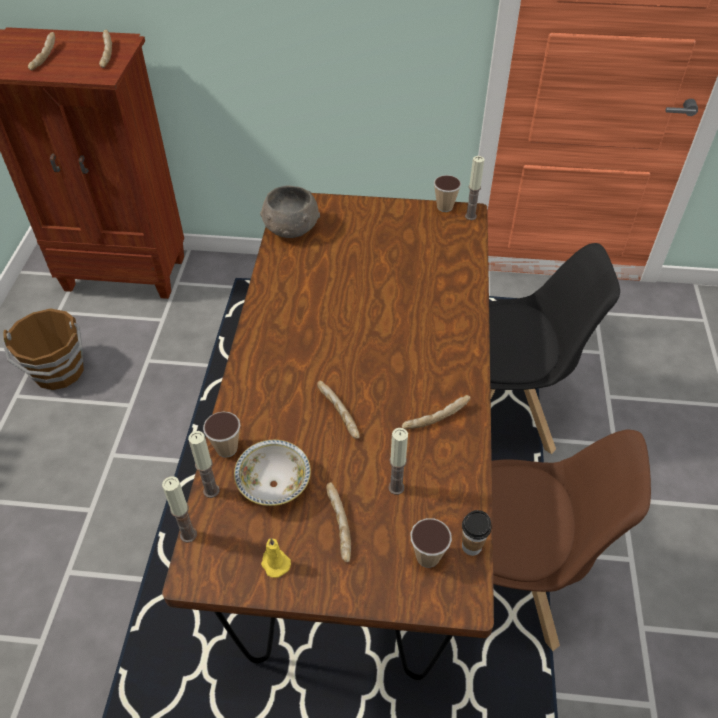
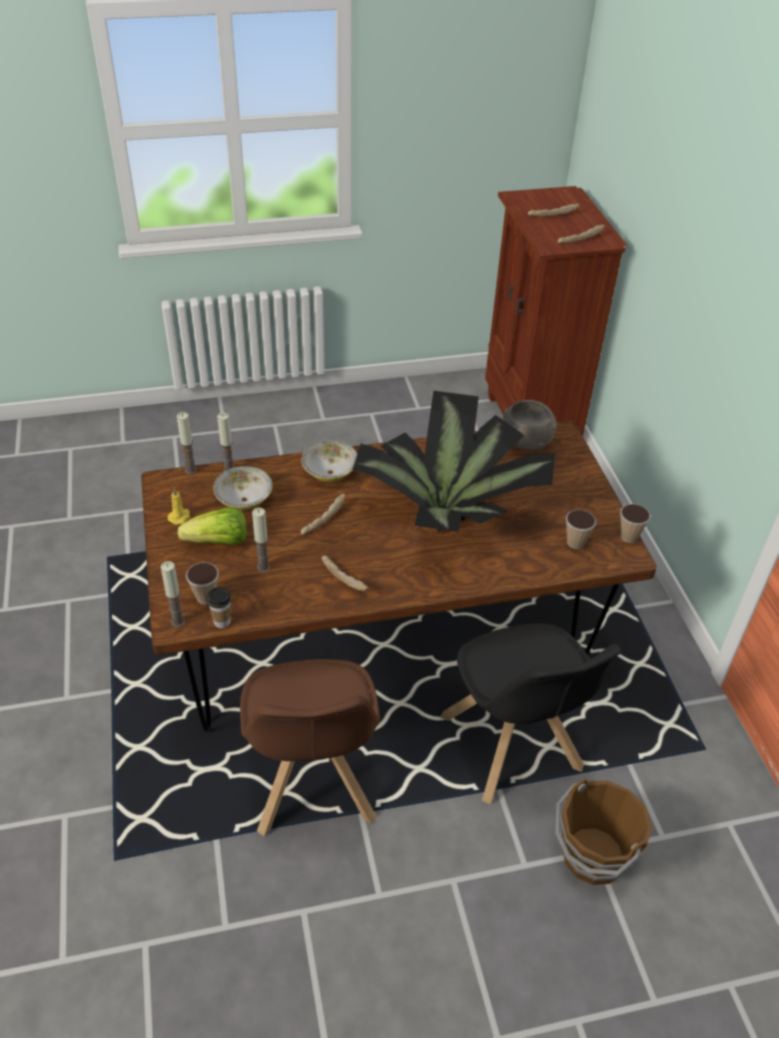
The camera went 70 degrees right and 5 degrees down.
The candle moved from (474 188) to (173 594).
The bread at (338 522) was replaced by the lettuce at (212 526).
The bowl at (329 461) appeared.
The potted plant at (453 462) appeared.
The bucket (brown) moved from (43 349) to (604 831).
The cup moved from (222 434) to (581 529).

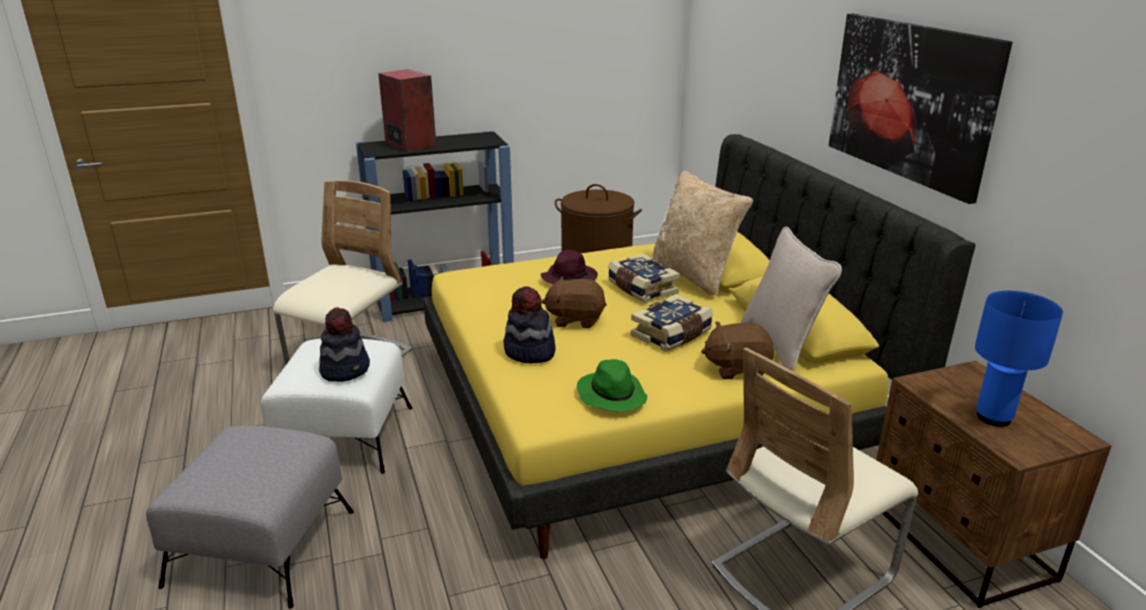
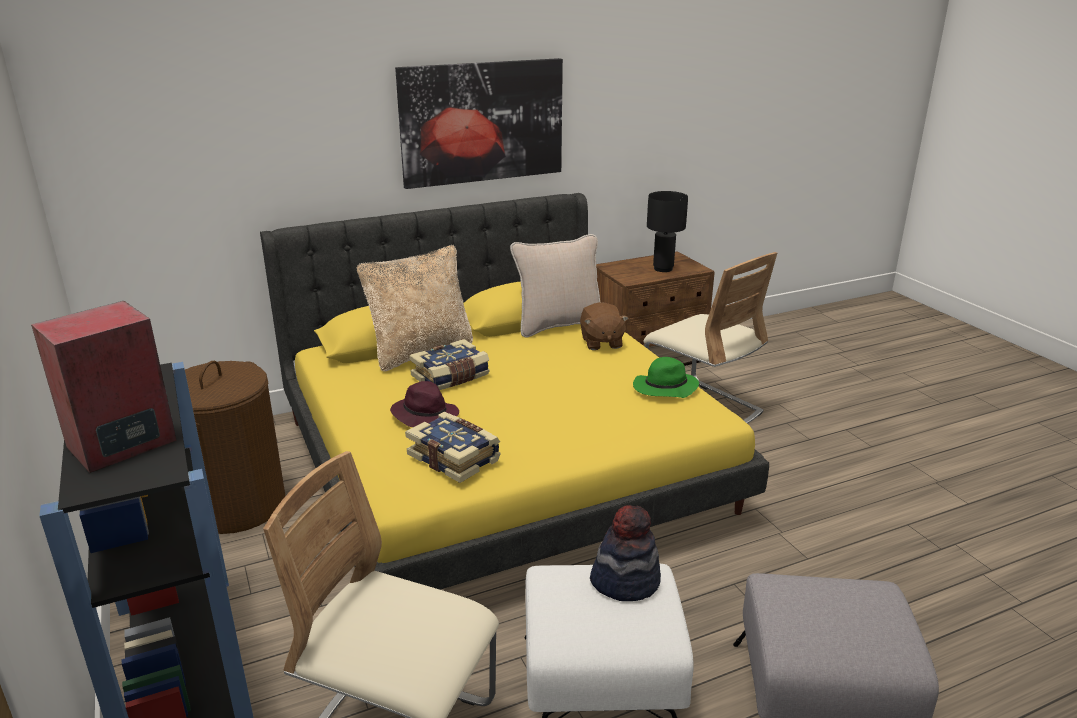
The camera went 95 degrees left and 0 degrees up.
The book moved from (672 323) to (453 447).
The table lamp (blue) at (1019 359) became the table lamp (black) at (667 231).
The hat at (529 325) disappeared.
The plush toy (brown) at (574 302) disappeared.

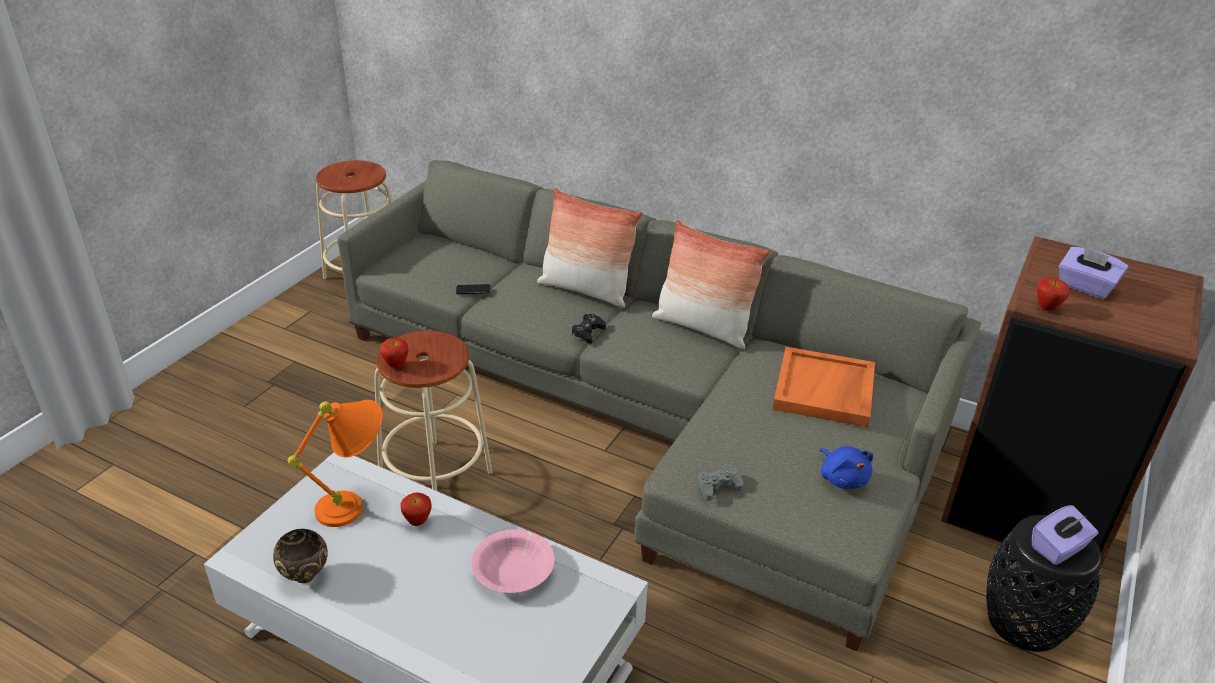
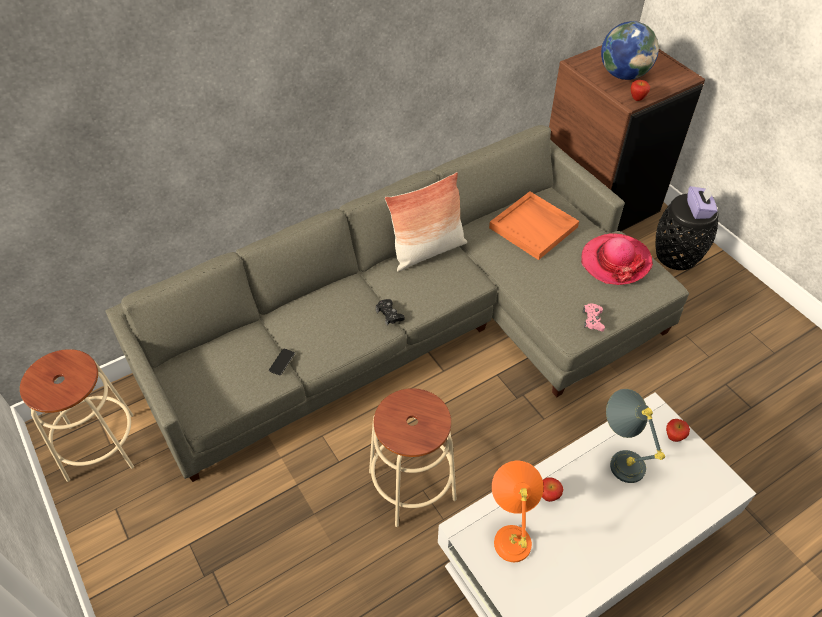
The camera went 60 degrees left and 15 degrees up.
The plush toy (blue) at (846 467) was replaced by the hat at (617 259).
The game controller (grey) at (720 482) became the game controller (pink) at (594 317).
The tissue box (purple) at (1094 273) was replaced by the globe at (630 50).
The bowl (pink) at (513 561) was replaced by the table lamp (grey) at (635 436).
The apple moved from (394 353) to (678 430).
The bowl (brown) at (300 556) disappeared.
The pillow at (589 248) disappeared.

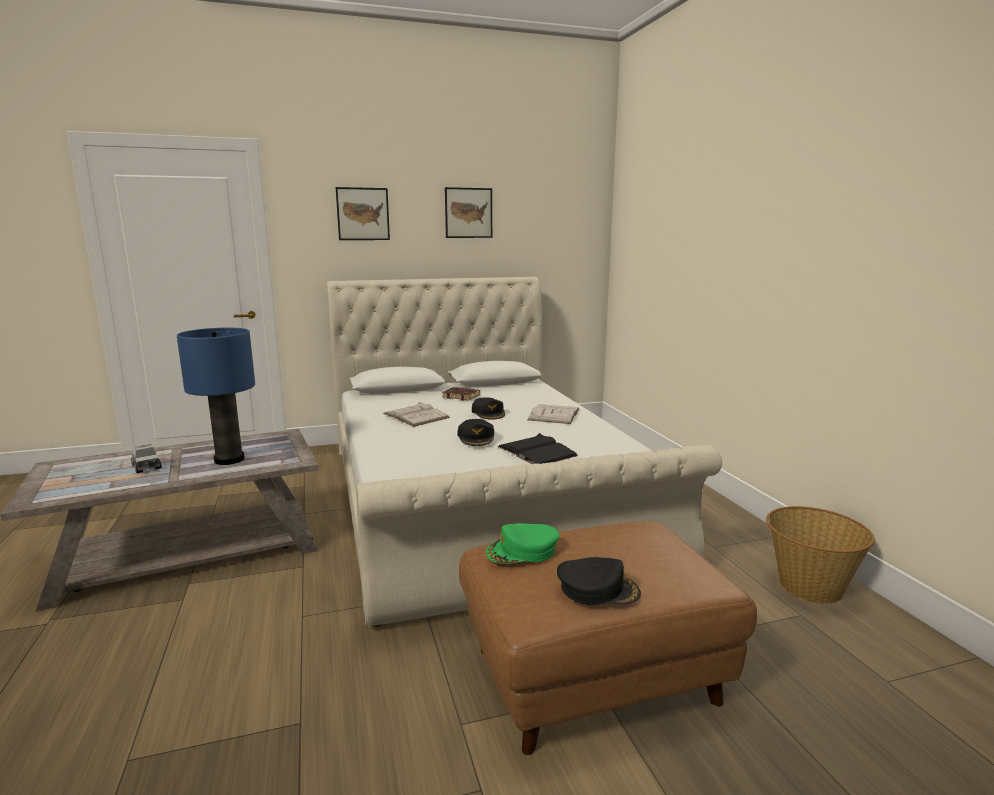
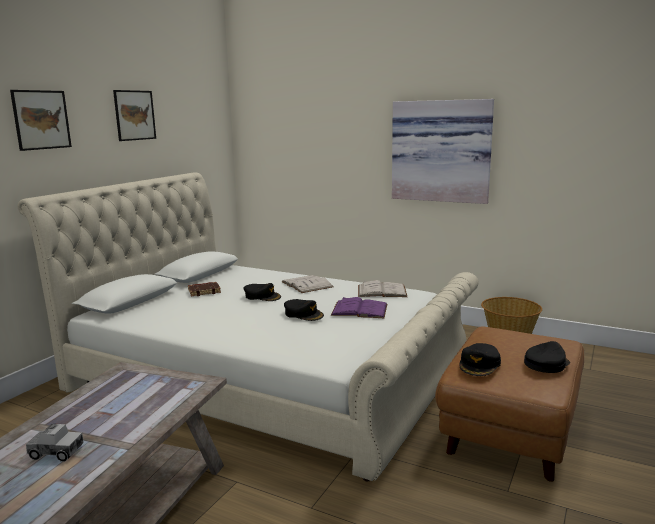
The camera went 45 degrees left and 0 degrees up.
The book (black) at (537 449) became the book (purple) at (359 307).
The book (white) moved from (416 414) to (382 288).
The picture at (443 151) appeared.
The cap (green) at (523 543) became the cap (black) at (480 359).
The table lamp (blue) at (216 396) disappeared.

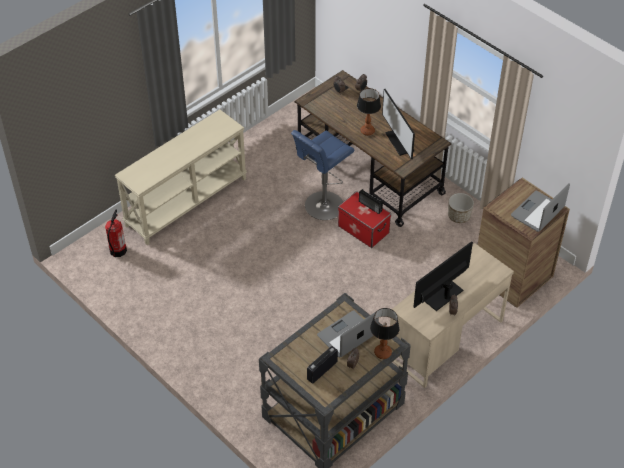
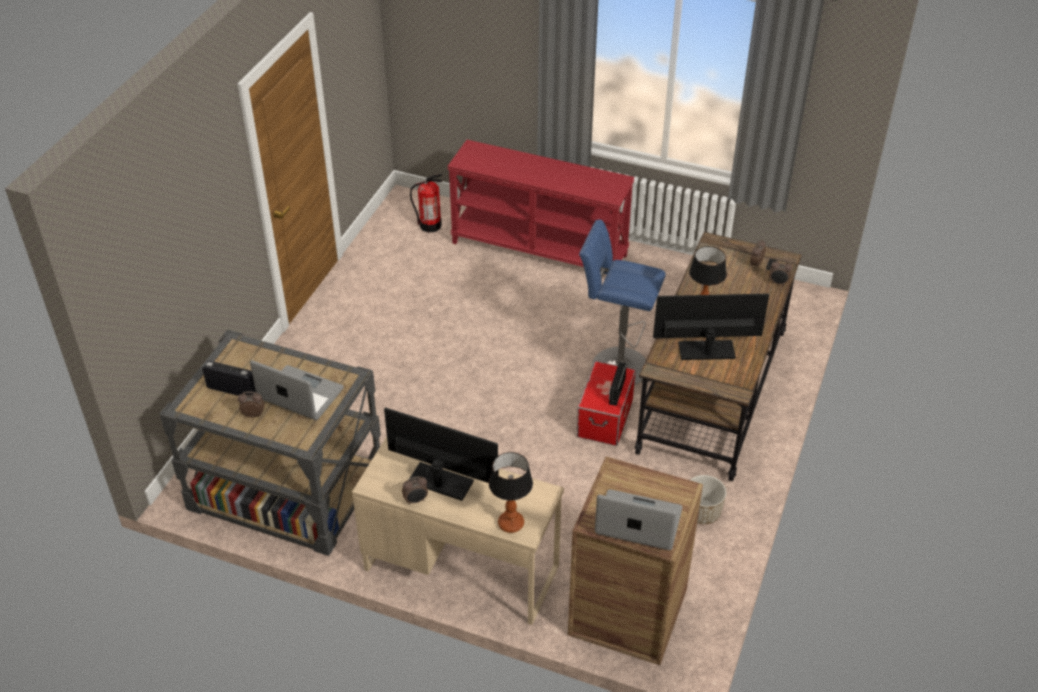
The camera went 65 degrees right and 5 degrees down.
The console table (beige) at (181 177) became the console table (red) at (541 203).
The table lamp moved from (385 333) to (511 492).
The monitor at (398 124) turned 45 degrees clockwise.

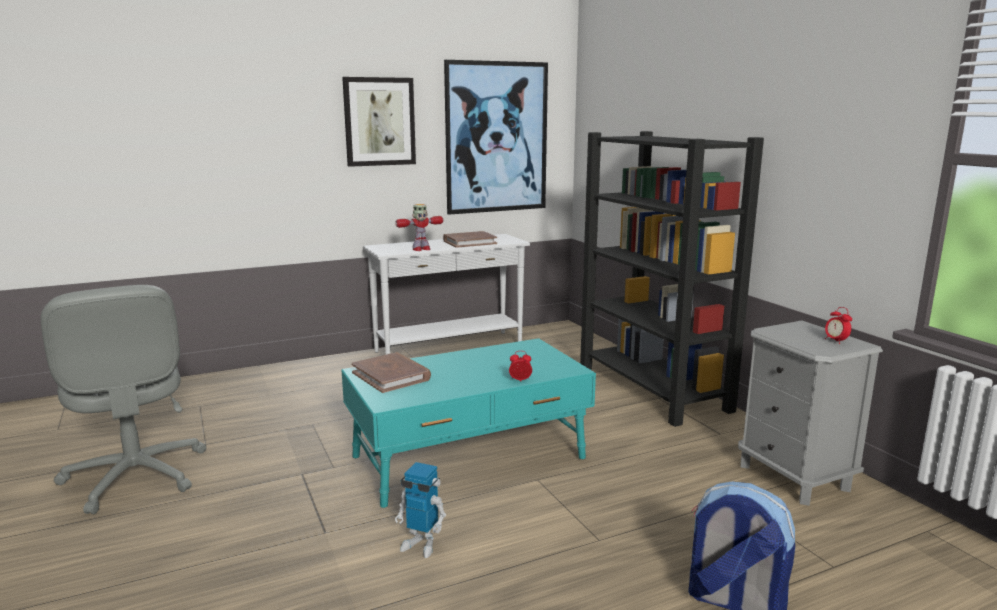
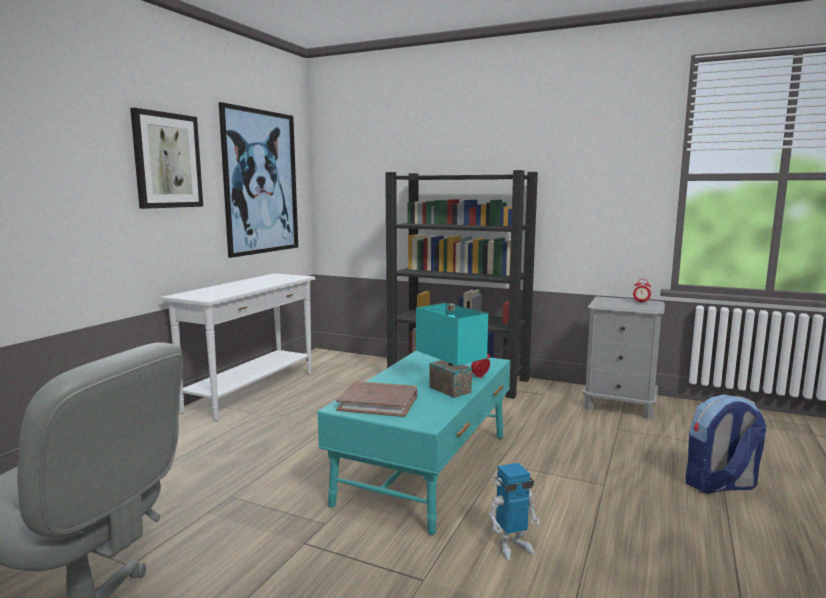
The camera went 40 degrees left and 5 degrees down.
The table lamp (turquoise) at (452 350) appeared.
The toy robot at (419 227) disappeared.
The book (brown) at (470 239) disappeared.

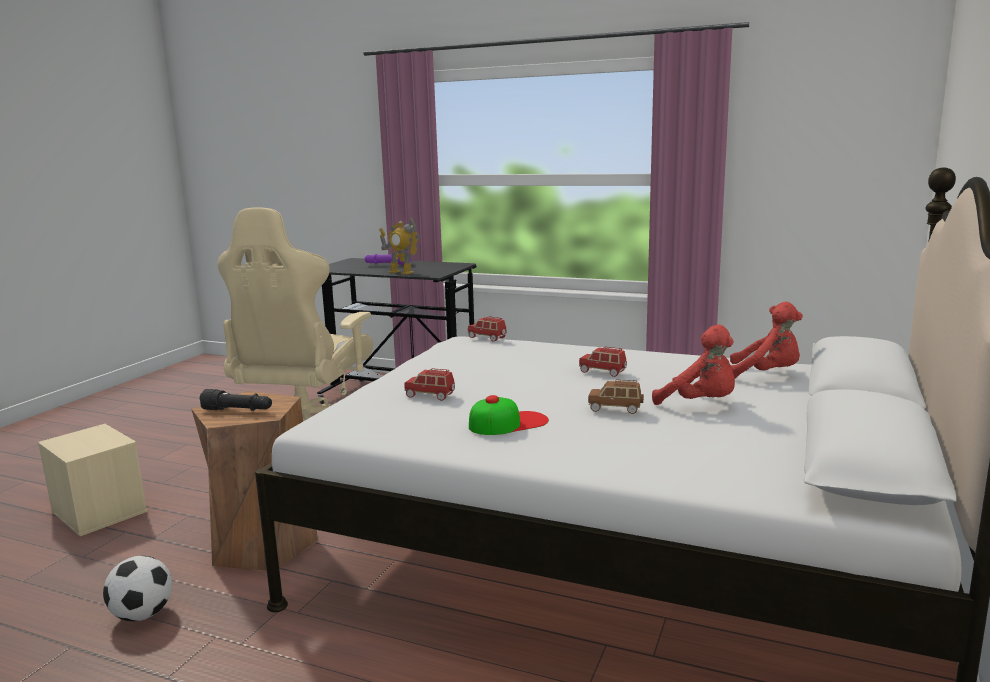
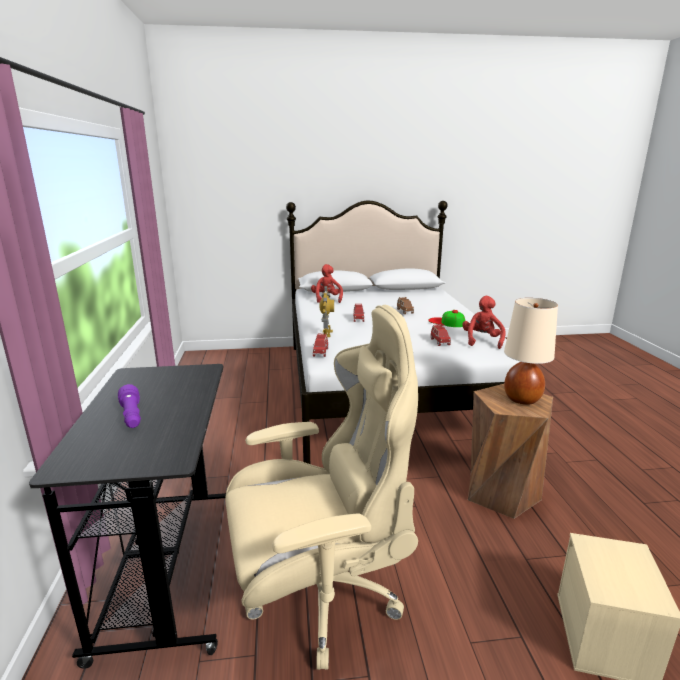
The camera went 120 degrees left and 5 degrees up.
The toy robot moved from (399 246) to (326 311).
The plush toy (red) moved from (693 365) to (483 322).
The flashlight (black) at (235 400) was replaced by the table lamp (beige) at (531 351).
The football at (137 588) disappeared.

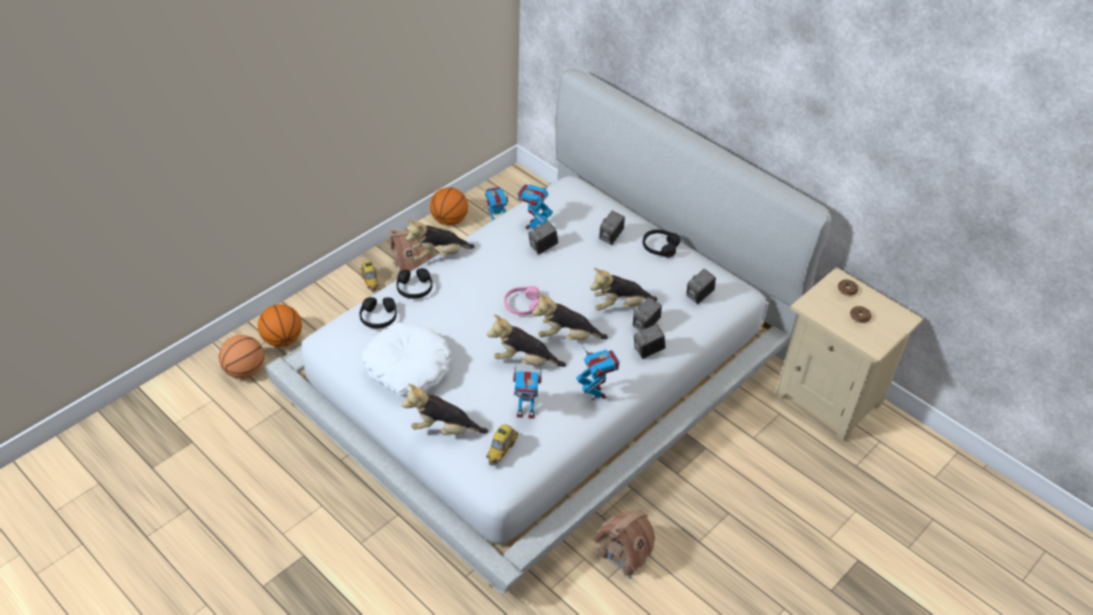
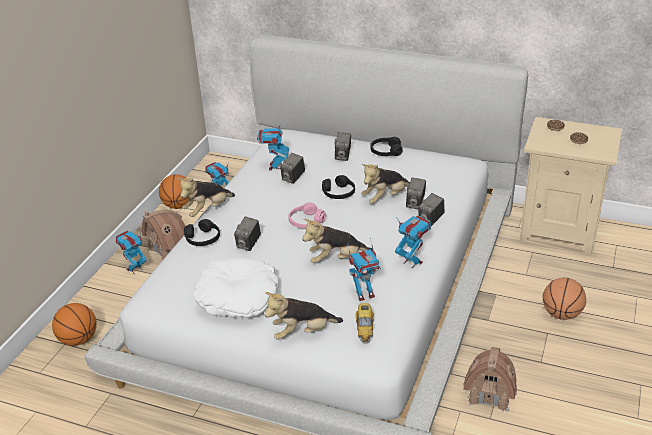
The camera went 20 degrees left and 10 degrees down.
The toy car at (369 276) was replaced by the toy robot at (131 252).
The photo camera moved from (701 286) to (247 233).
The headphones (black) moved from (378 312) to (338 187).
The basketball moved from (241 357) to (564 299).
The plush toy at (570 316) disappeared.

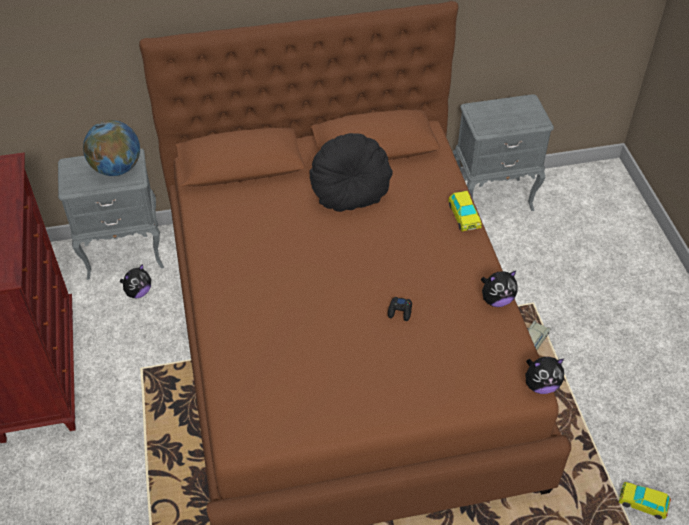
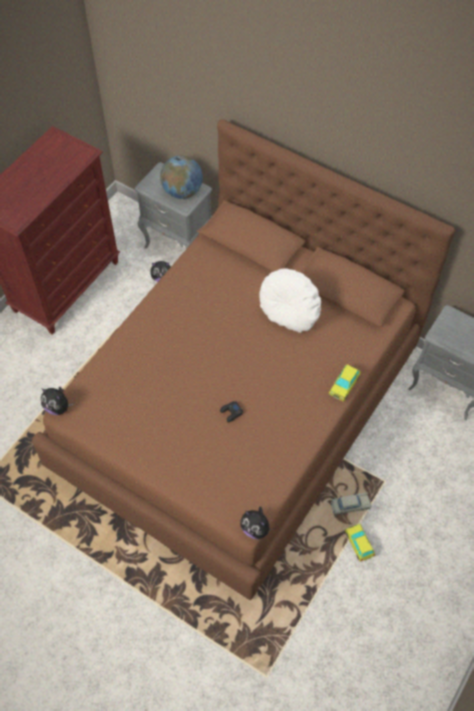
The camera went 45 degrees right and 10 degrees up.
The plush toy moved from (499 289) to (57 401).
The pillow (black) at (351 172) became the pillow (white) at (290 300).
The toy car moved from (645 500) to (360 542).

